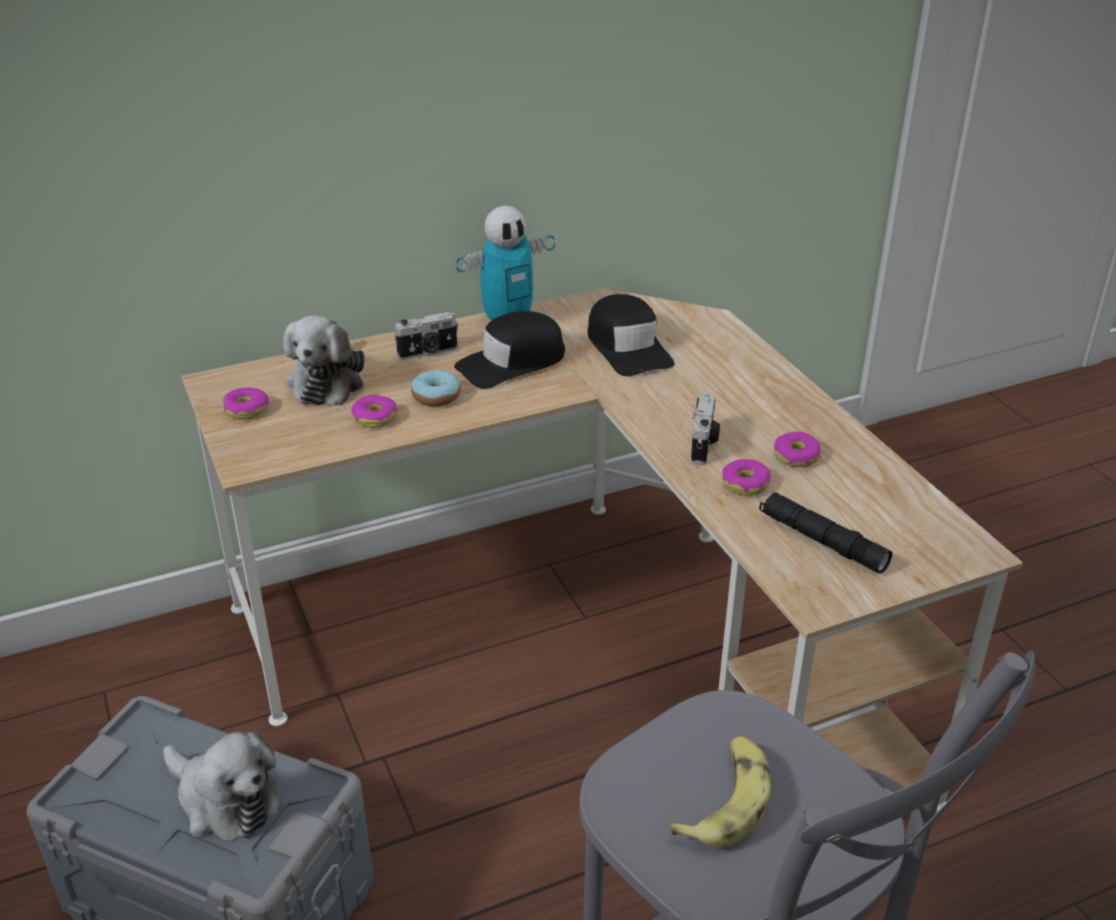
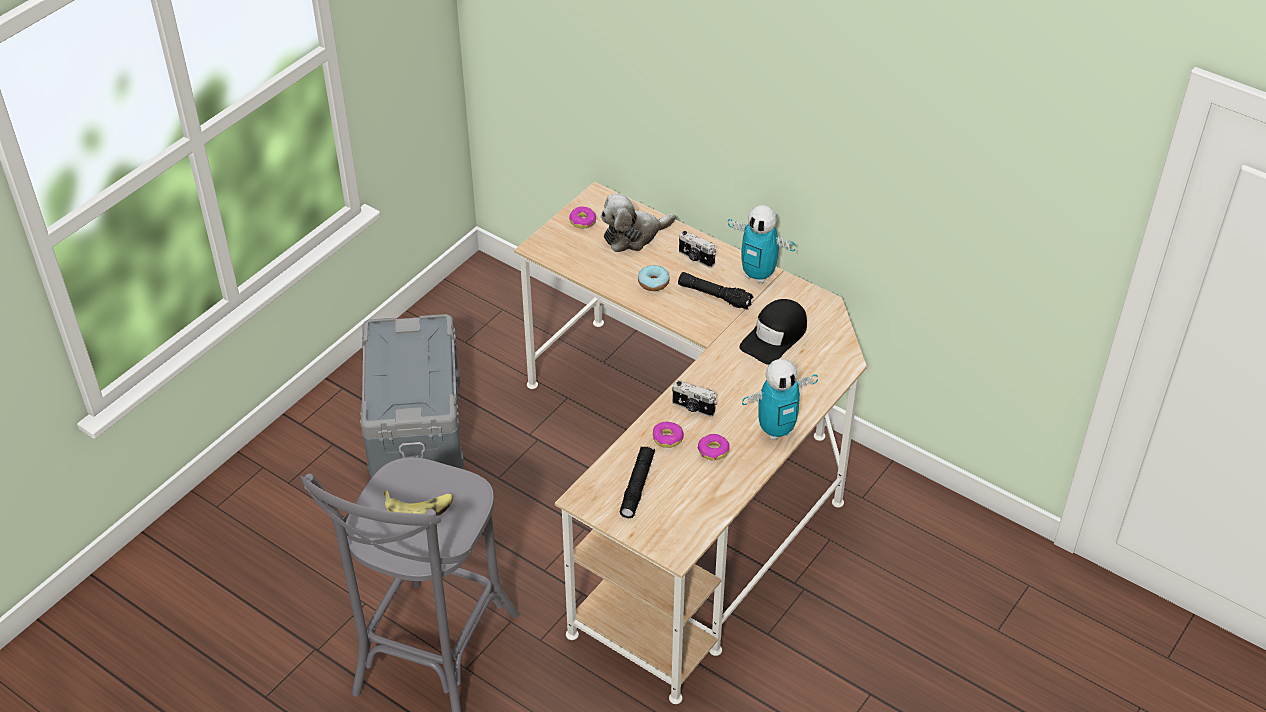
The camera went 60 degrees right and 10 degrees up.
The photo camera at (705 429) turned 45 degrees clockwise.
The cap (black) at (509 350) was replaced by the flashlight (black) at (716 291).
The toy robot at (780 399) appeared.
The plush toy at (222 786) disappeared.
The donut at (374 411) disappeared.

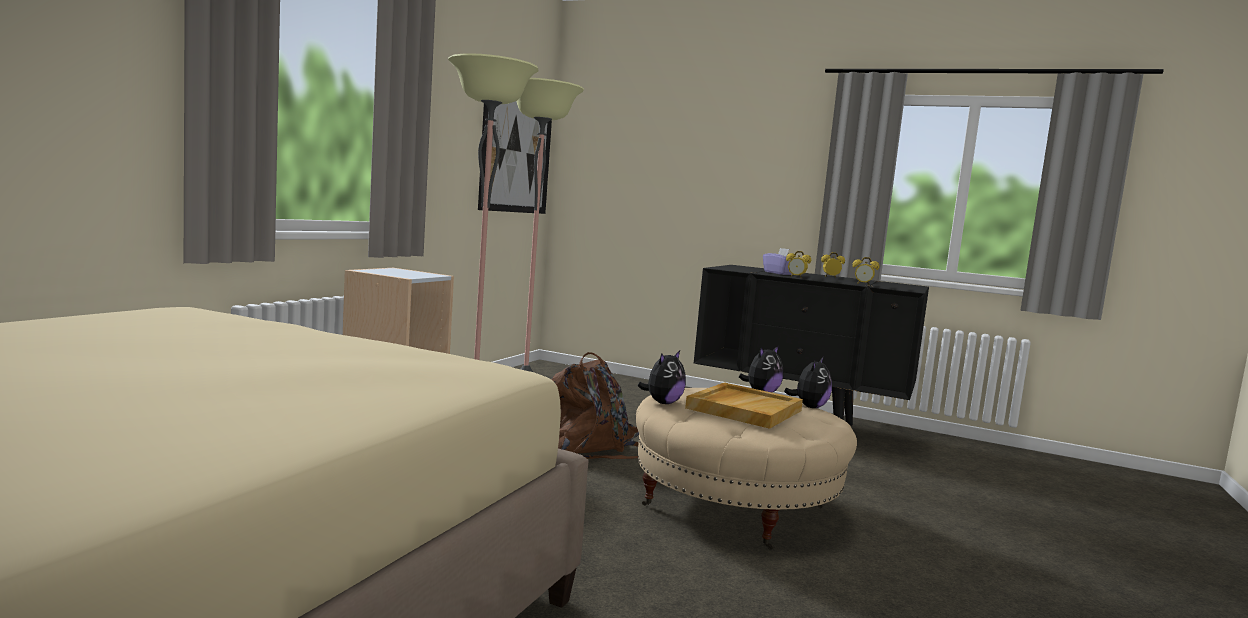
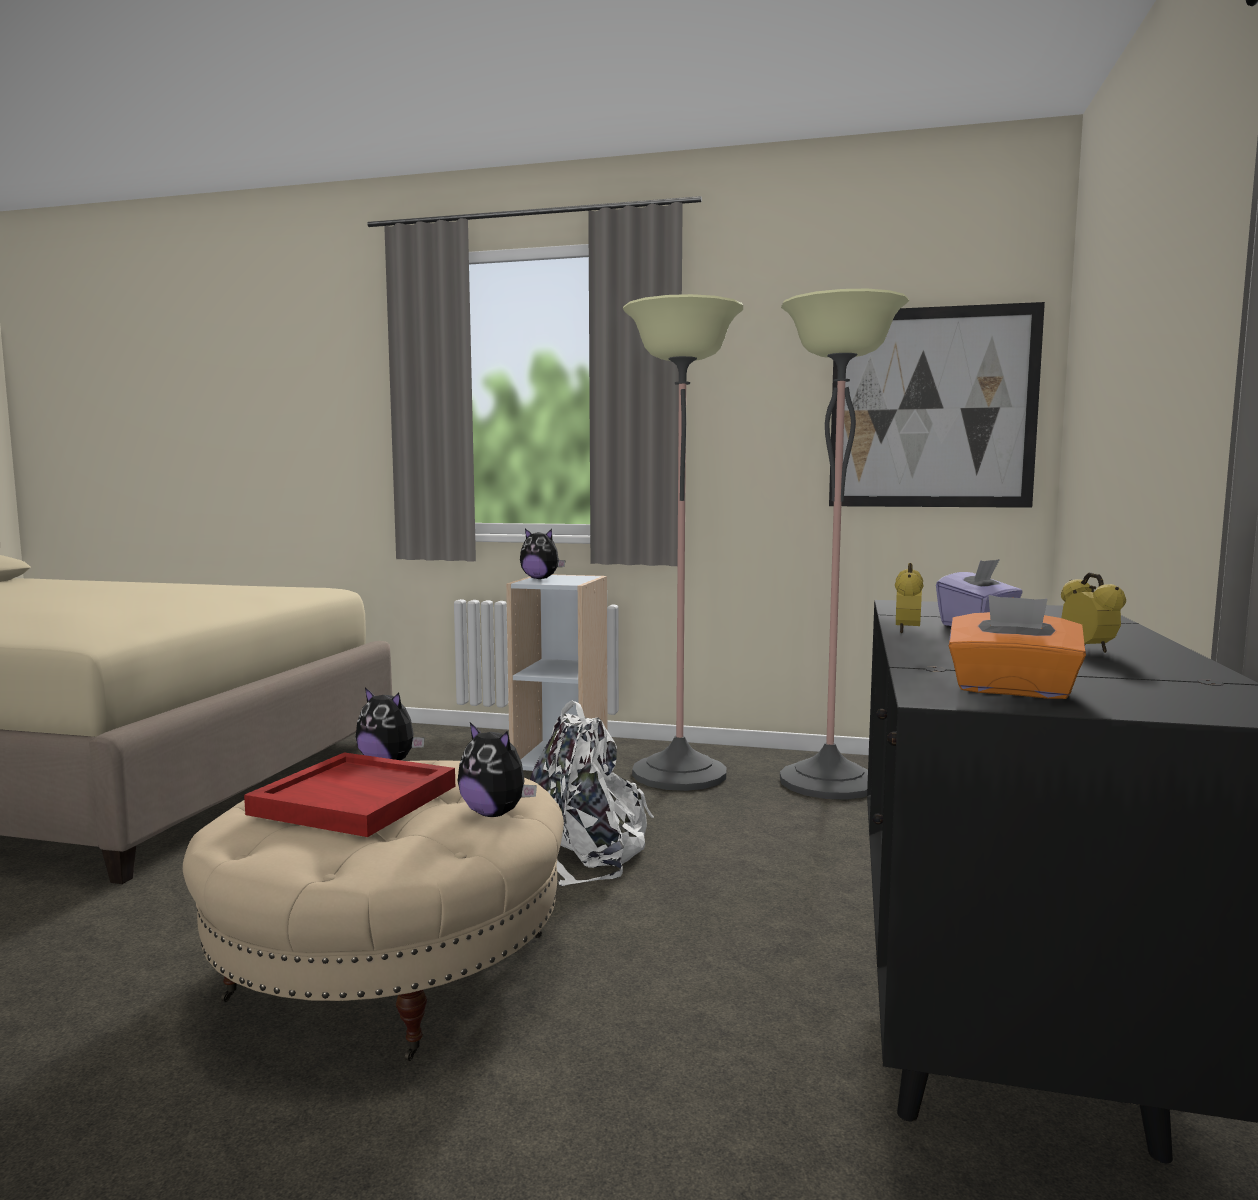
The camera went 80 degrees right and 0 degrees up.
The tray (beige) at (744 405) became the tray (red) at (349 794).
The plush toy moved from (808 382) to (543 554).
The backpack (brown) at (595 405) became the backpack (white) at (592 793).
The tissue box (orange) at (1017 647) appeared.
The alarm clock at (866 271) disappeared.

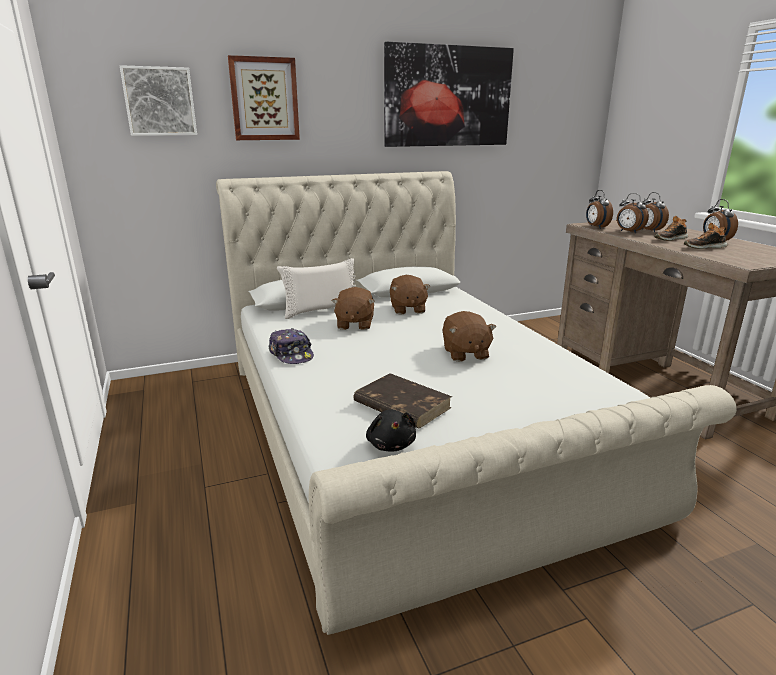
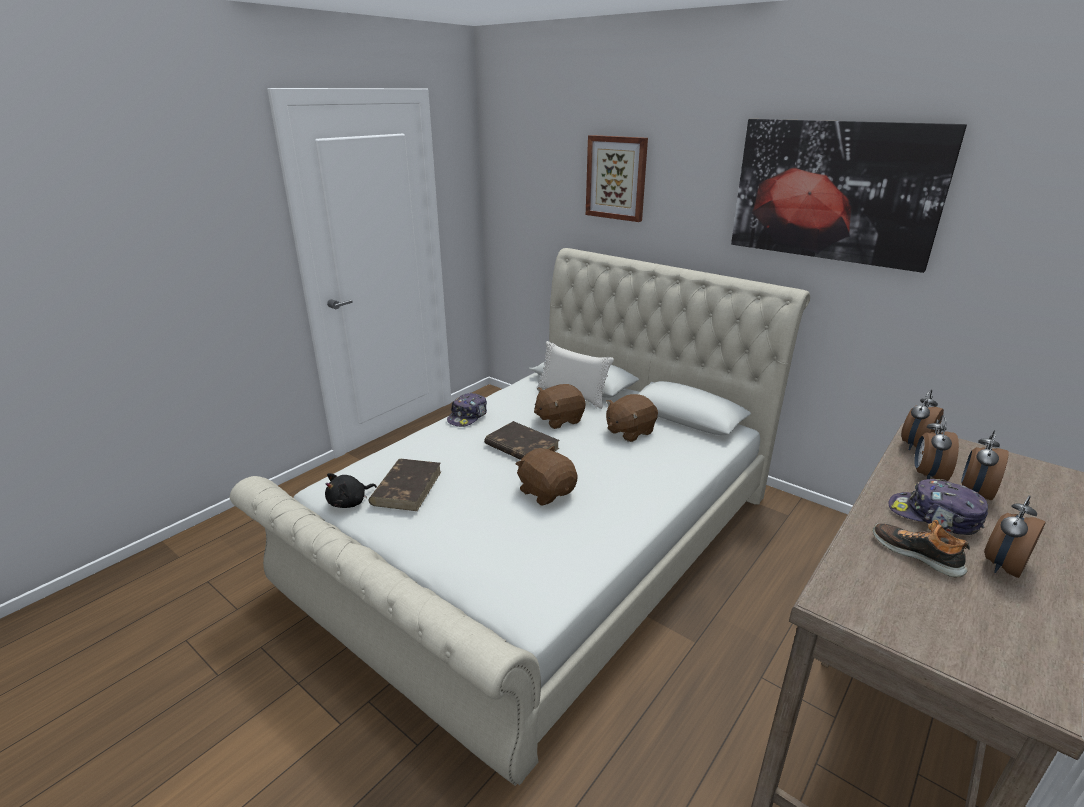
The camera went 60 degrees right and 5 degrees up.
The book (brown) at (522 440) appeared.
The plush toy (brown) at (469 336) turned 90 degrees clockwise.
The shoe at (671 228) was replaced by the cap at (938 507).
The picture at (158 100) disappeared.

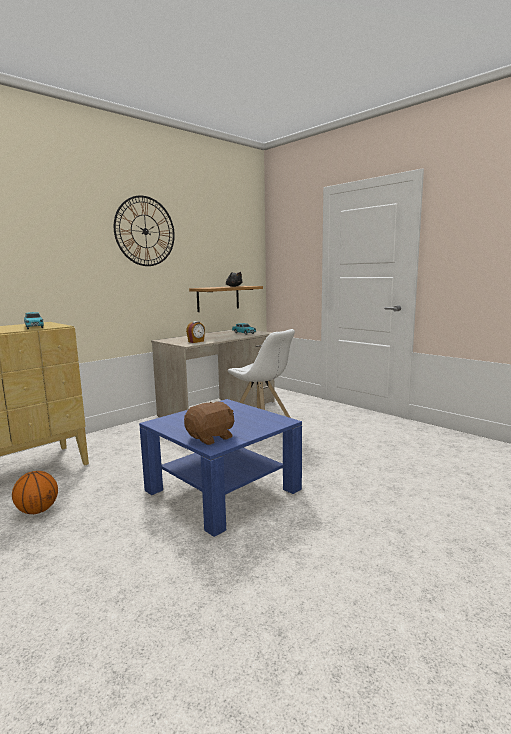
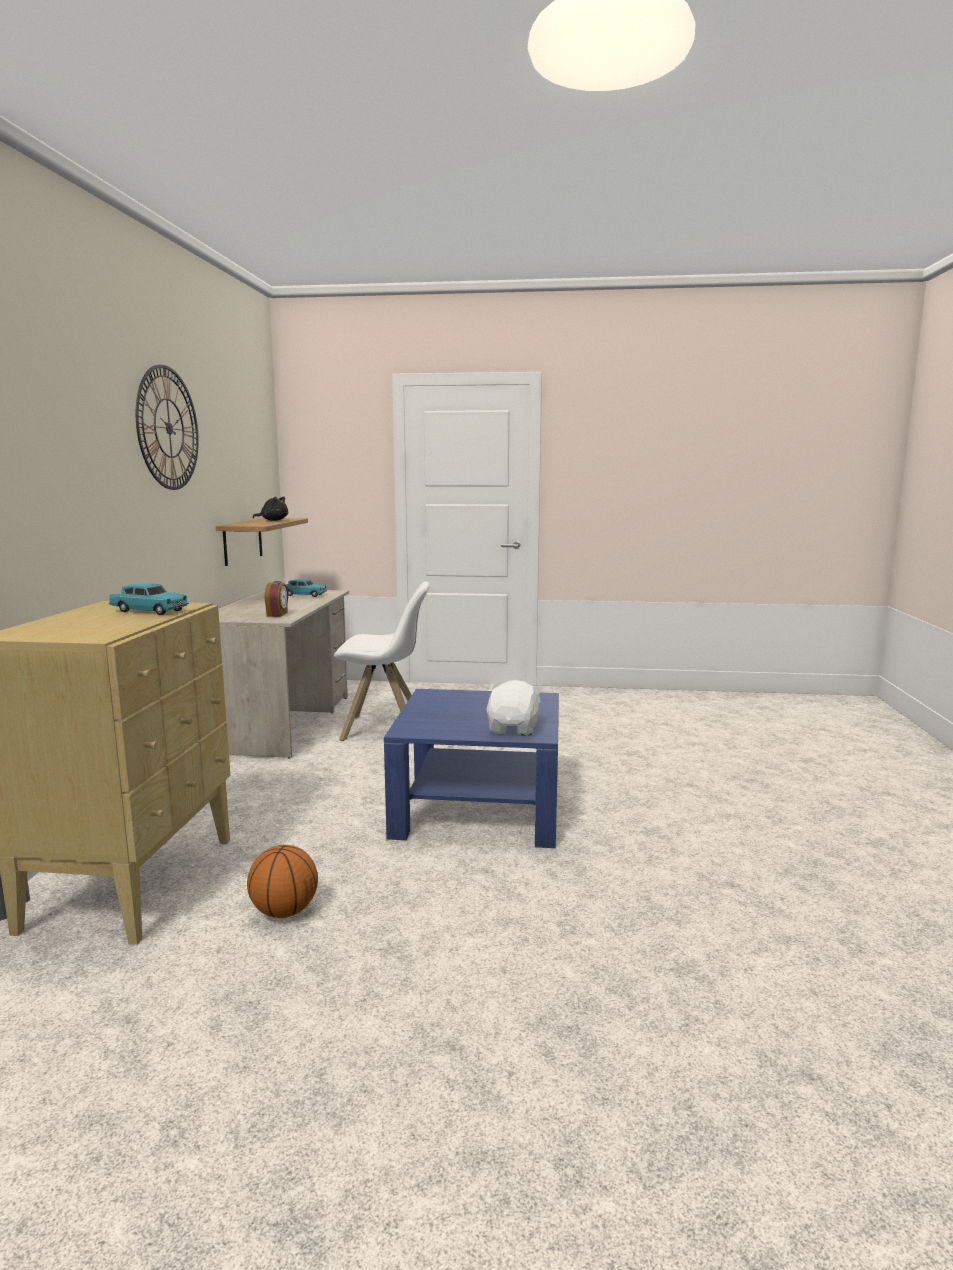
The camera went 40 degrees left and 0 degrees up.
The plush toy (brown) at (209 423) became the plush toy (white) at (515 708).

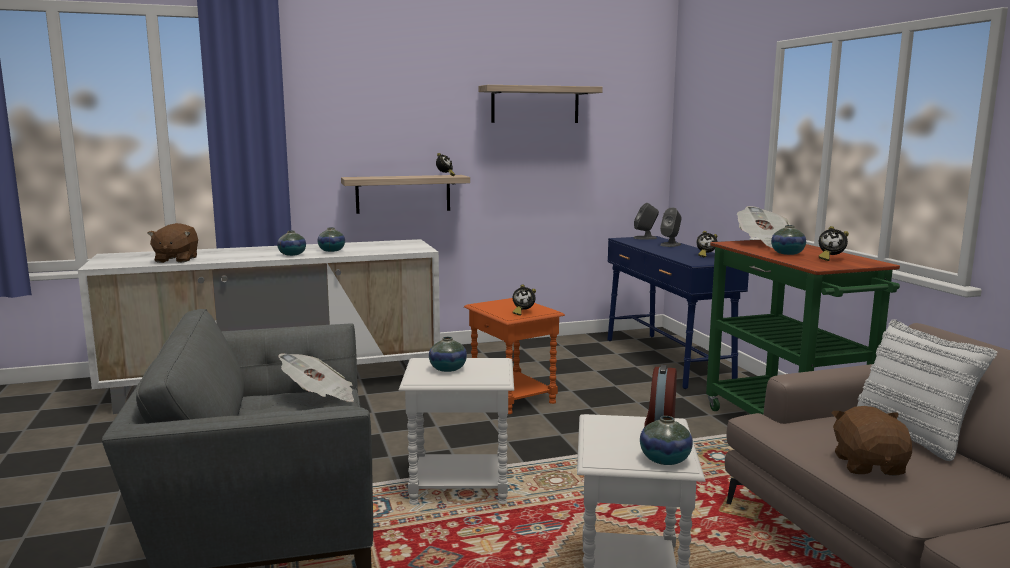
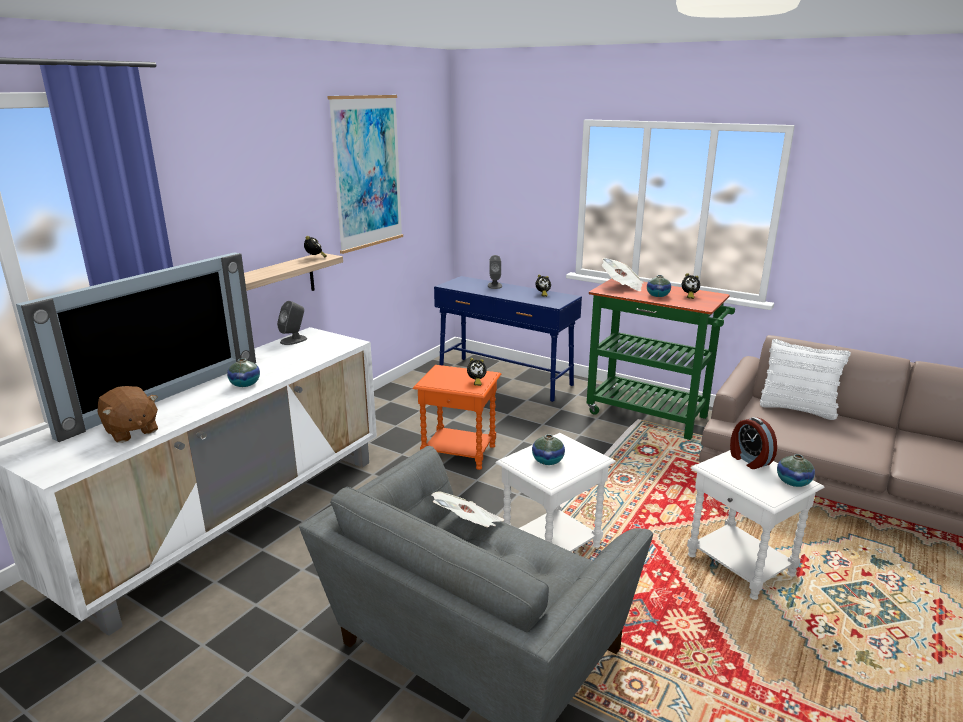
The camera went 40 degrees left and 10 degrees up.
The television at (136 347) appeared.
The speaker (grey) moved from (646 221) to (292 323).
The shelf at (541 104) was replaced by the picture at (365 174).
The vase at (331 239) disappeared.
The plush toy (brown) at (872 441) disappeared.

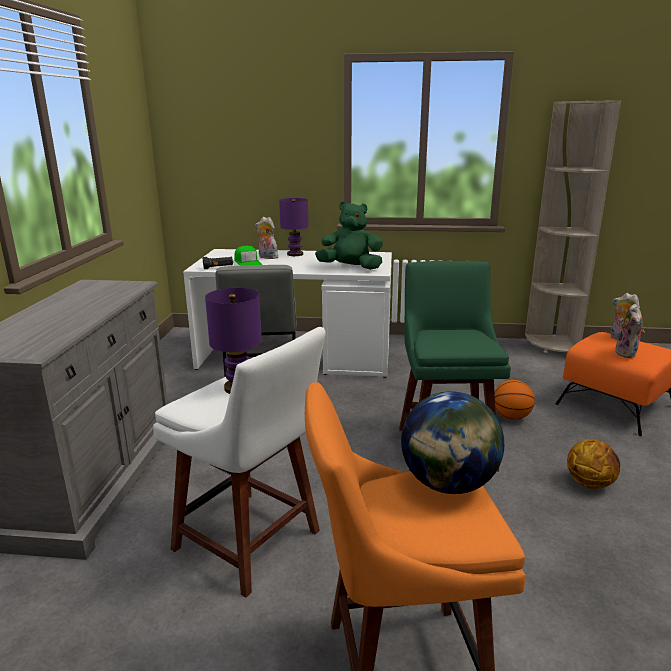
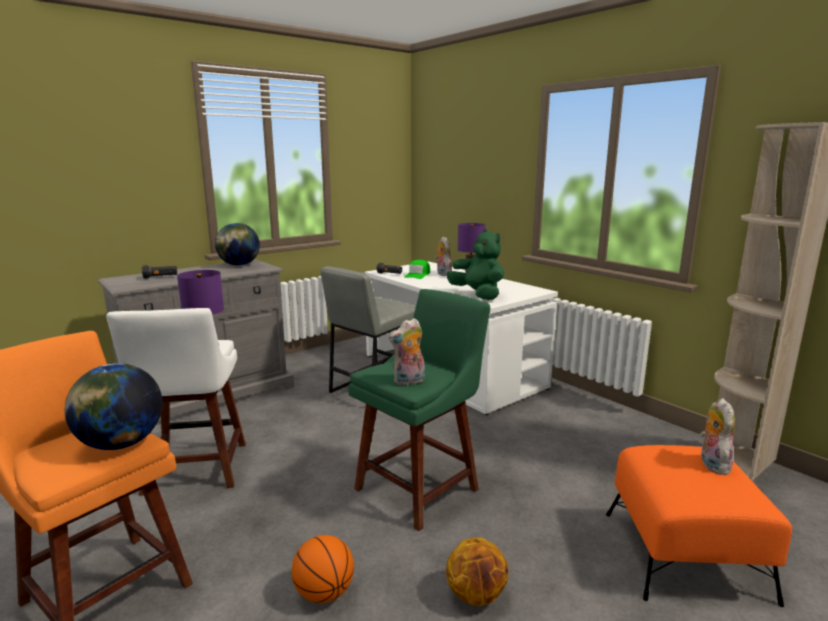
The camera went 45 degrees right and 5 degrees down.
The flashlight (black) at (159 272) appeared.
The globe at (237 244) appeared.
The basketball moved from (515 400) to (323 569).
The plush toy moved from (630 331) to (407 352).

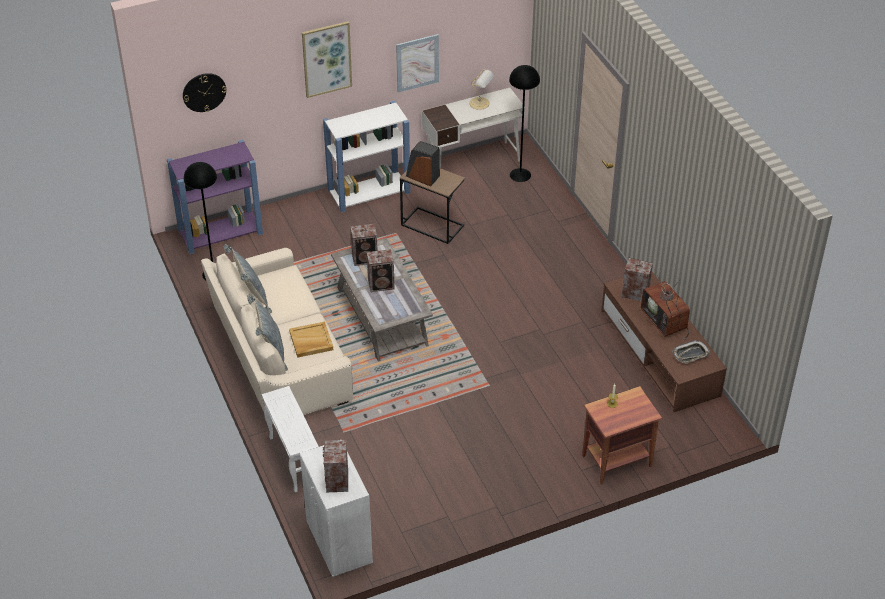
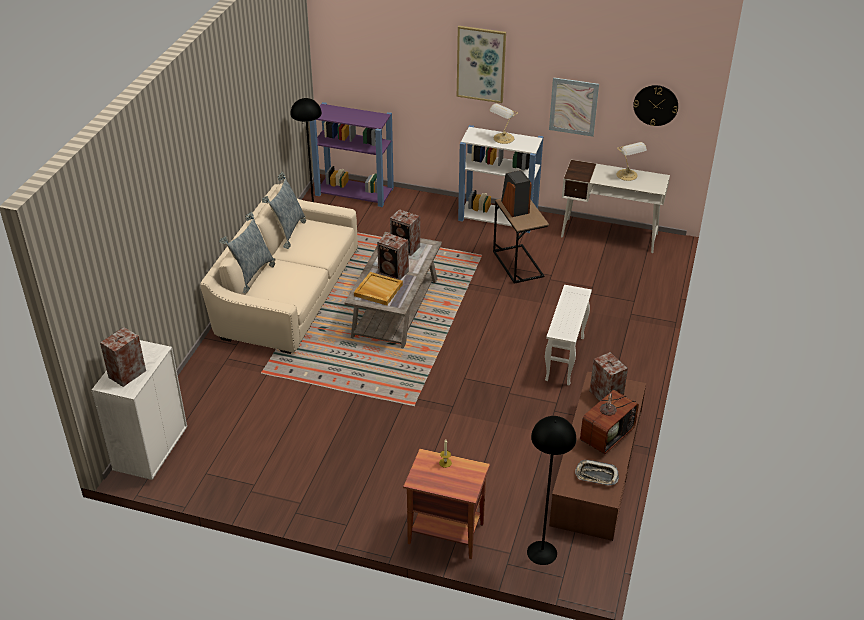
The camera went 40 degrees right and 5 degrees down.
The tray (beige) moved from (311 340) to (378 288).
The table lamp at (503 123) appeared.
The floor lamp (black) moved from (524 123) to (551 490).
The side table (white) moved from (290 439) to (568 335).
The television at (665 305) turned 150 degrees counterclockwise.
The wall clock moved from (205 92) to (655 105).

